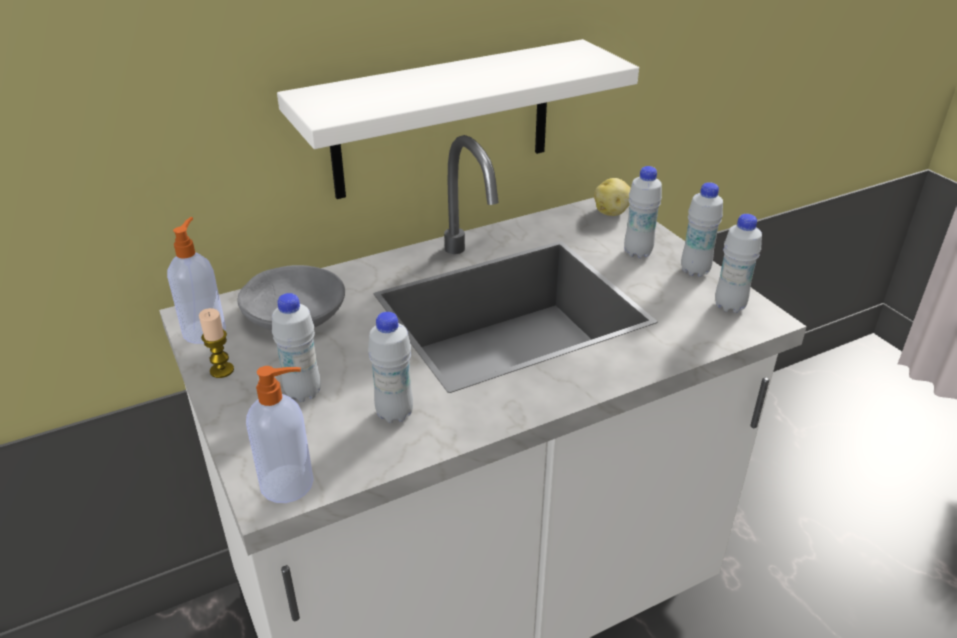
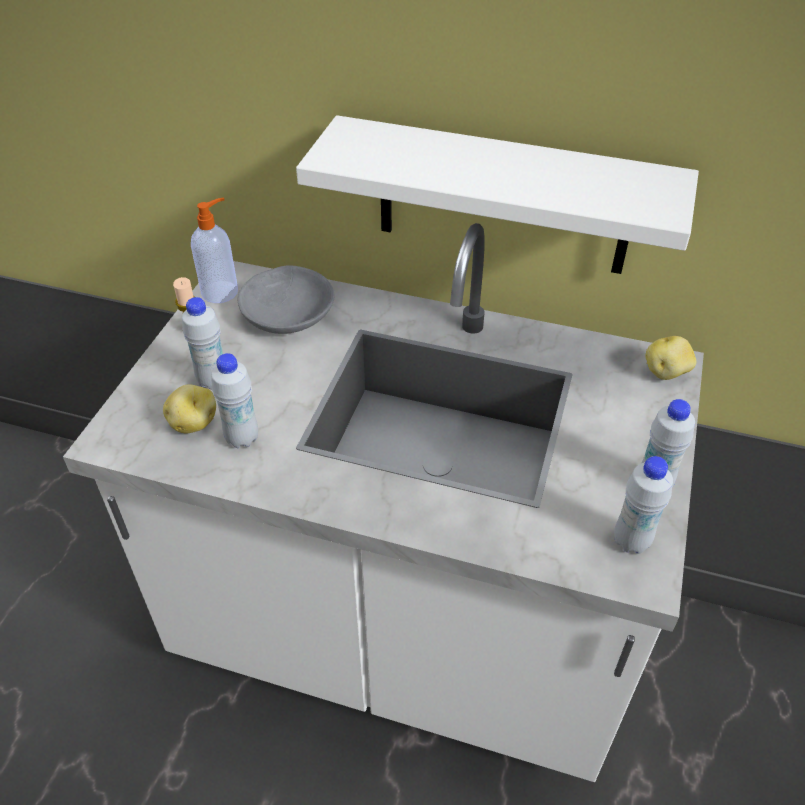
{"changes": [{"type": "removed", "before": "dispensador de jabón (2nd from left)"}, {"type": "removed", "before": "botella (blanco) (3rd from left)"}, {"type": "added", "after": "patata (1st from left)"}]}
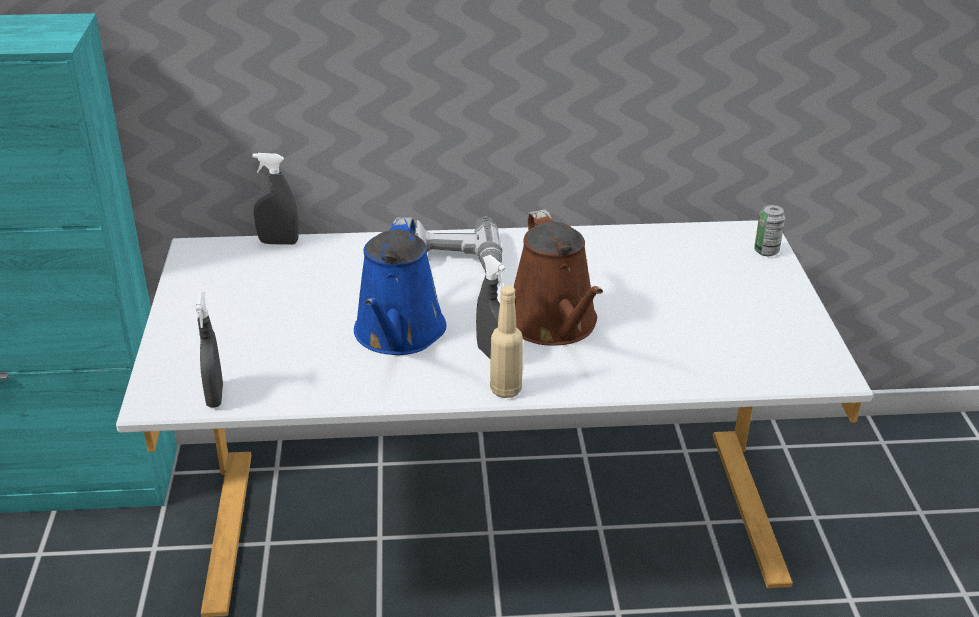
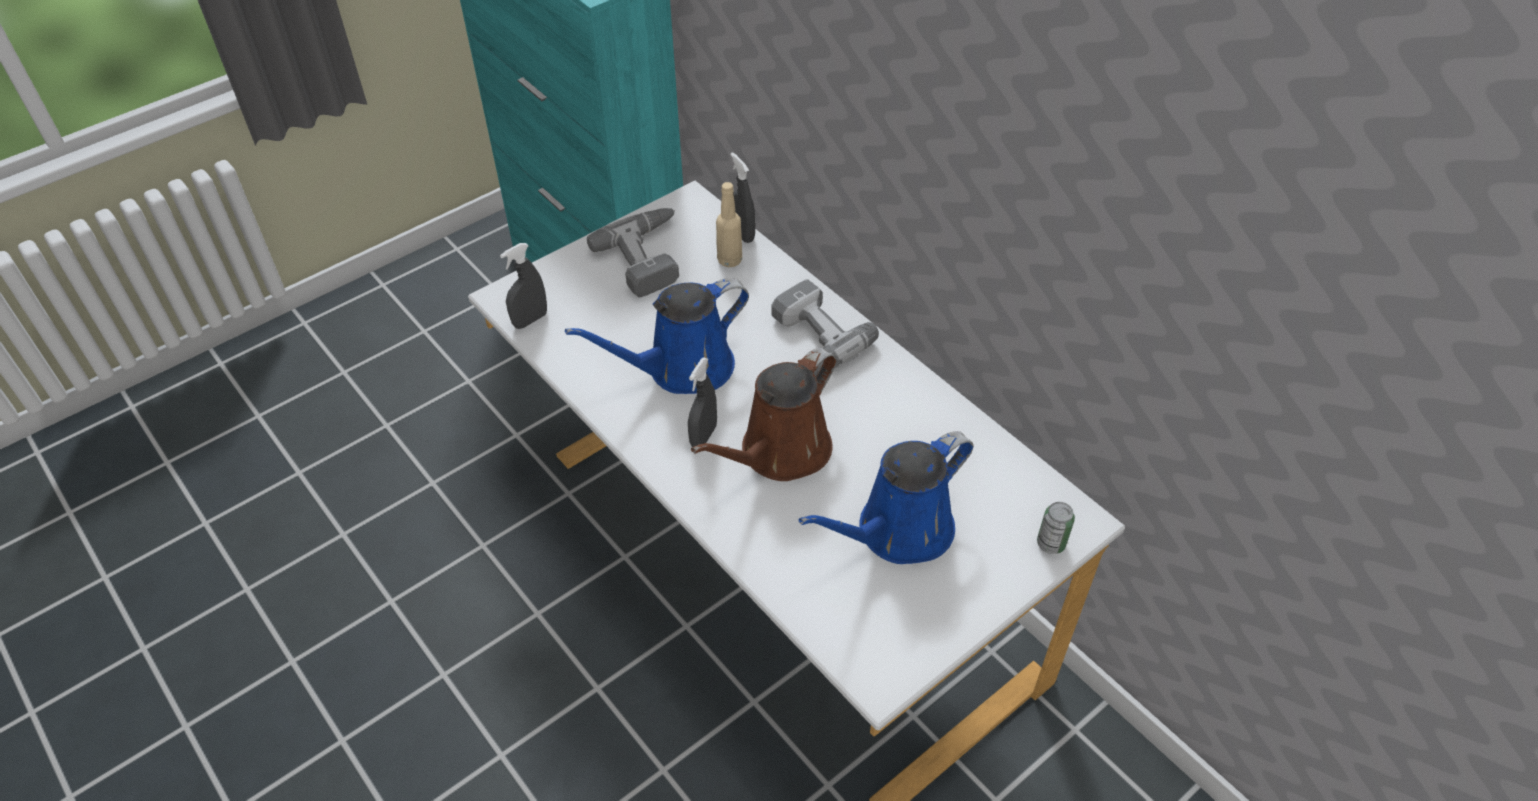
{"changes": [{"type": "moved", "before": "botella (beis)"}, {"type": "added", "after": "taladro (1st from left)"}, {"type": "added", "after": "regadera (azul) (2nd from left)"}]}
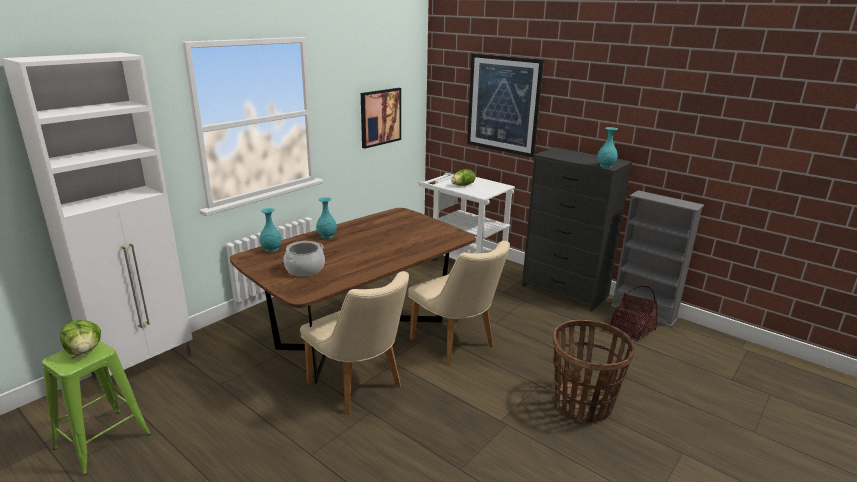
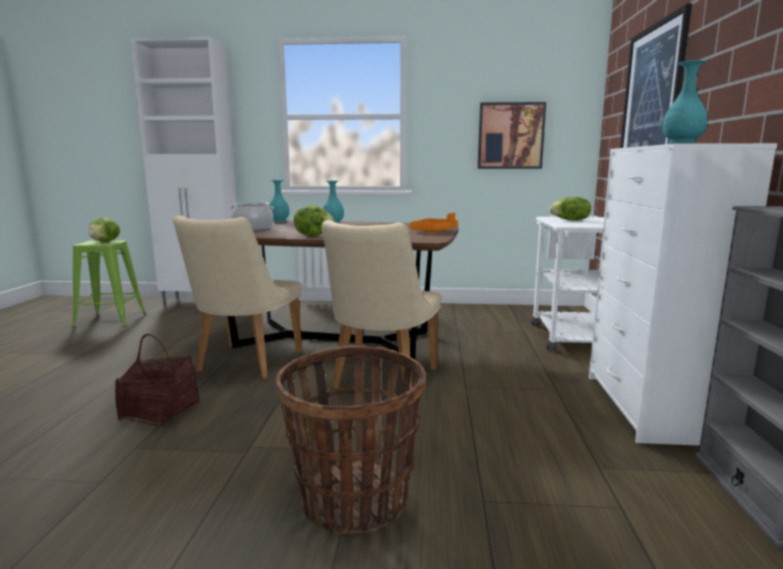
{"changes": [{"type": "recoloured", "before": "cómoda (negro)", "after": "cómoda (blanco)"}, {"type": "moved", "before": "cesta (2nd from left in the first image)", "after": "cesta (1st from left)"}, {"type": "added", "after": "lechuga (2nd from left)"}, {"type": "added", "after": "bandeja (naranja)"}]}
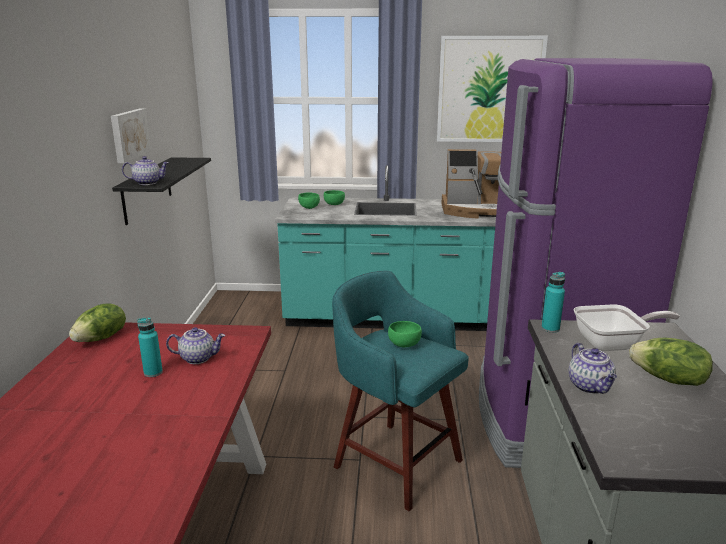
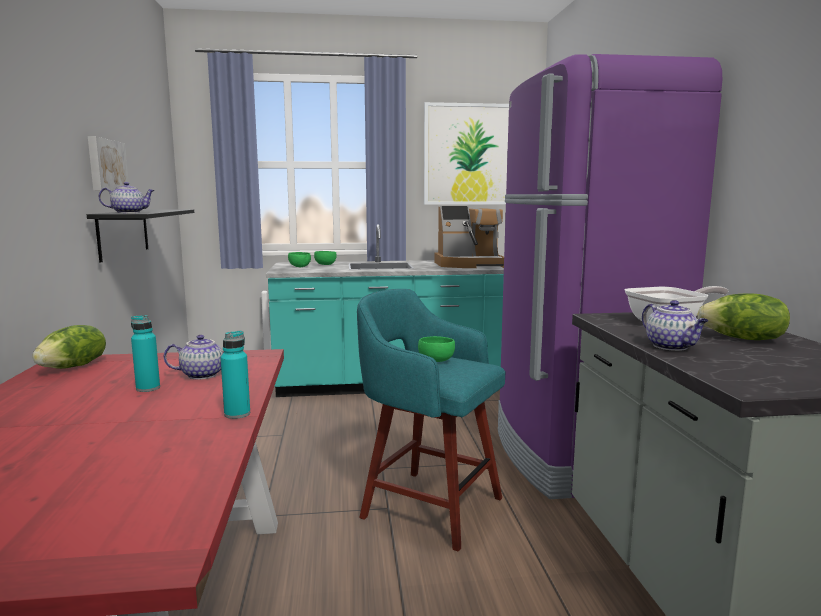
{"changes": [{"type": "moved", "before": "botella (turquesa) (2nd from left)"}]}
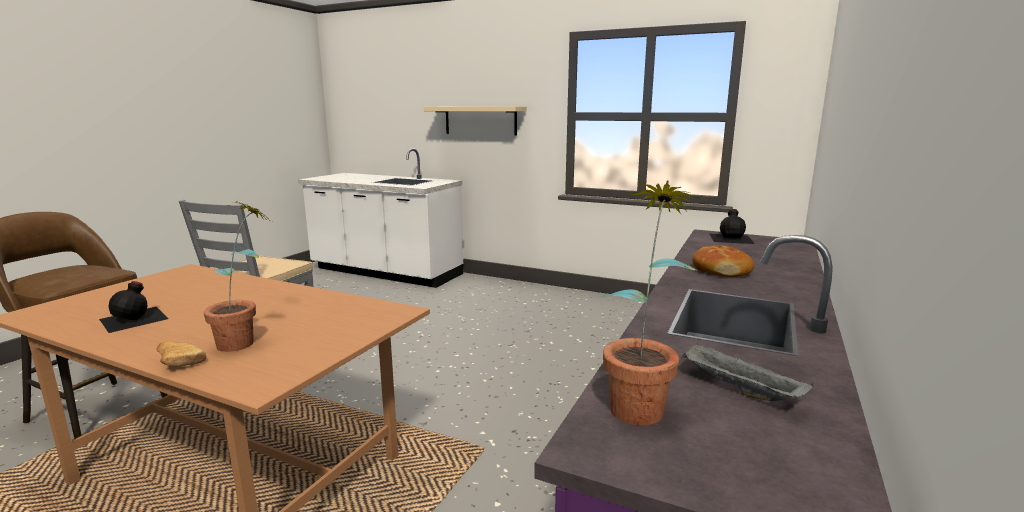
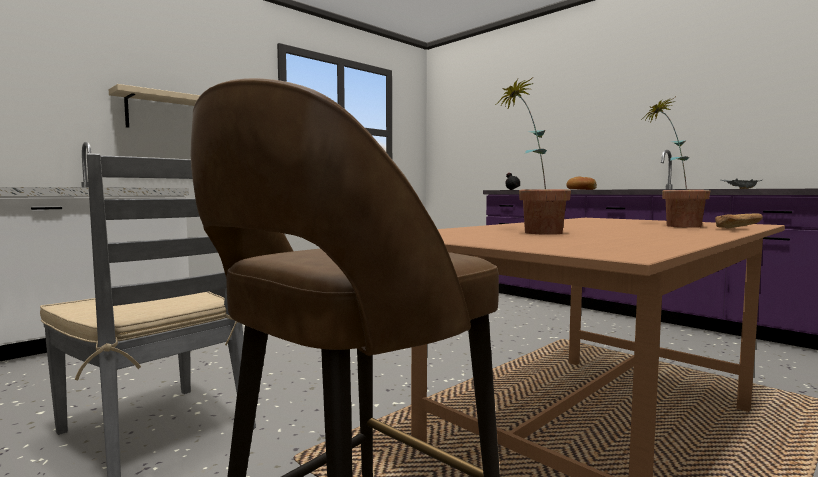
{"changes": [{"type": "removed", "before": "botella (negro) (1st from left)"}, {"type": "moved", "before": "planta en maceta (2nd from left in the first image)", "after": "planta en maceta (1st from left)"}]}
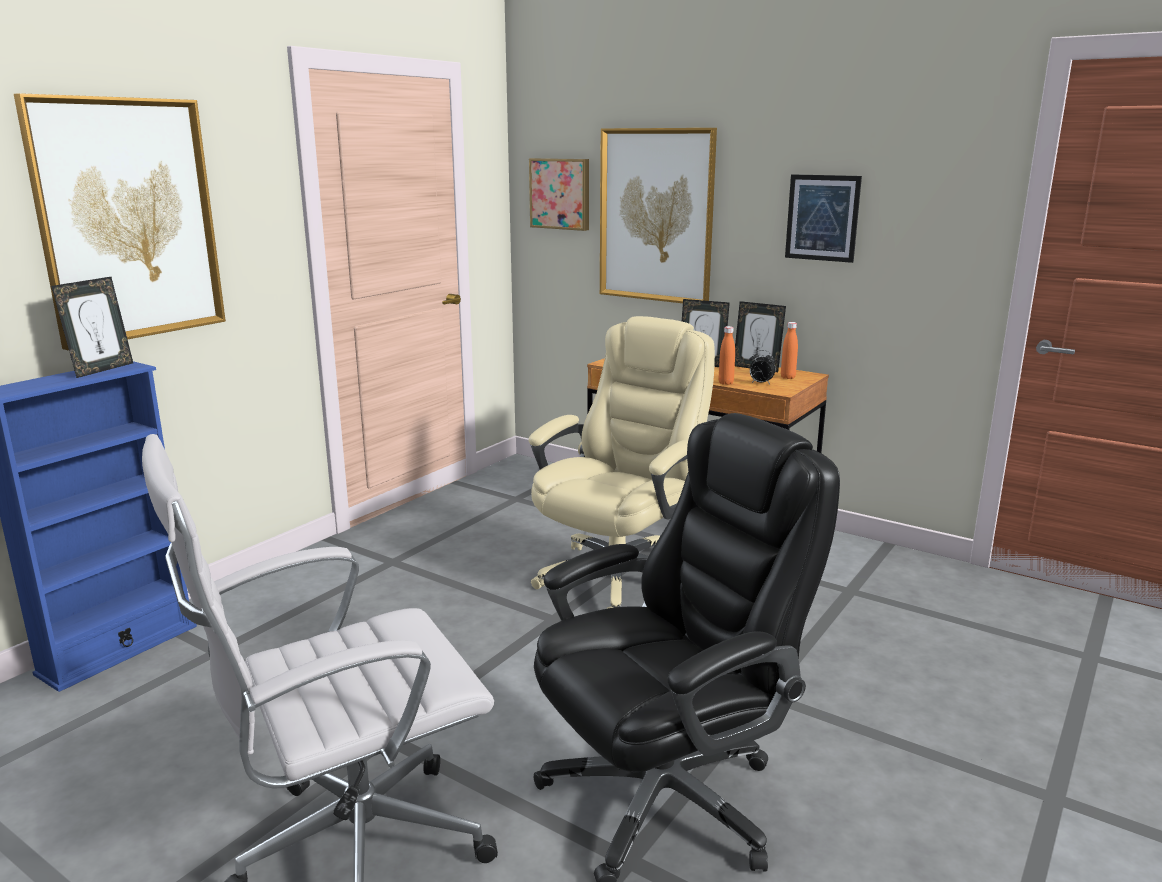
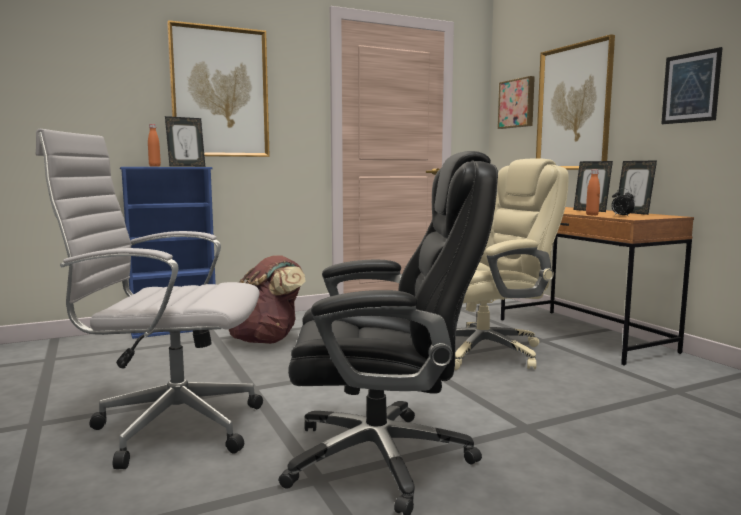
{"changes": [{"type": "moved", "before": "botella (naranja) (2nd from left in the first image)", "after": "botella (naranja) (1st from left)"}, {"type": "added", "after": "mochila (marrón)"}]}
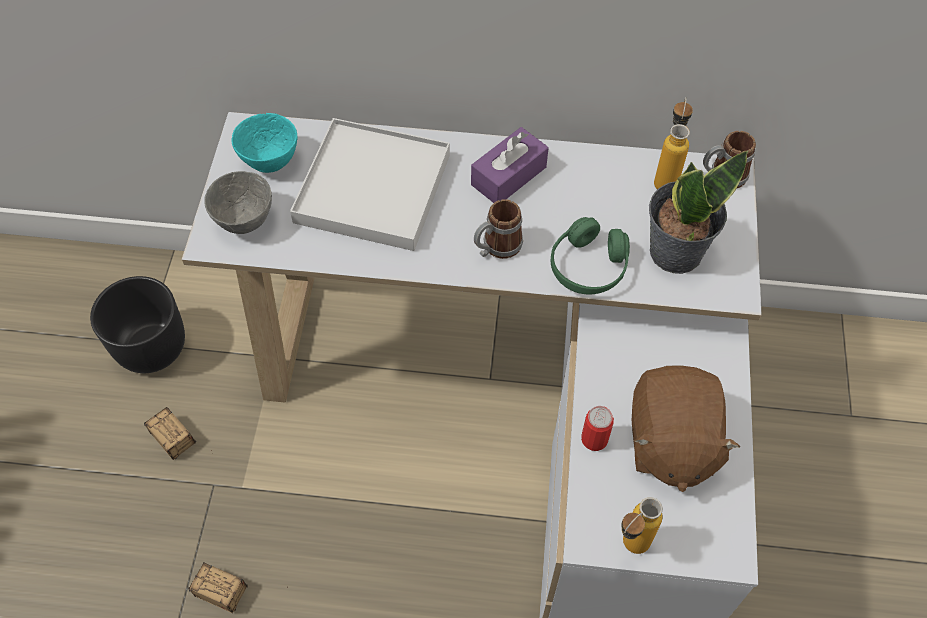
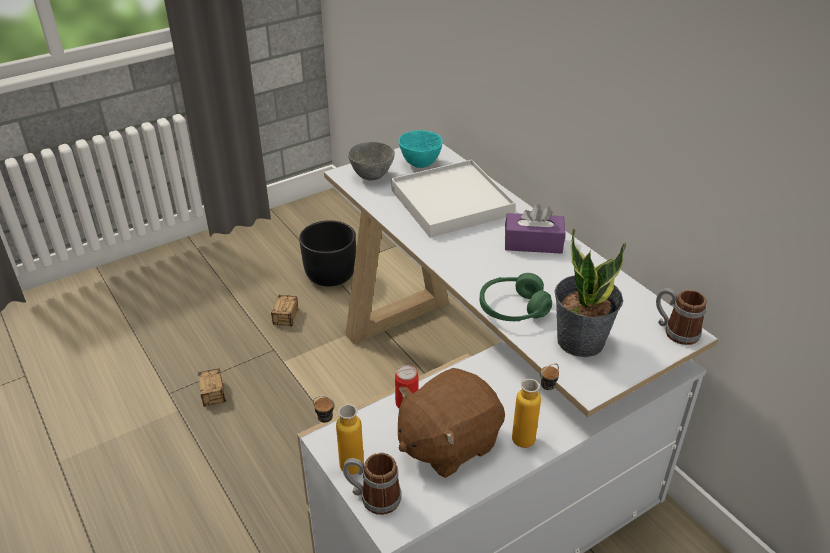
{"changes": [{"type": "moved", "before": "taza grande (1st from left)"}, {"type": "moved", "before": "botella (2nd from left)"}]}
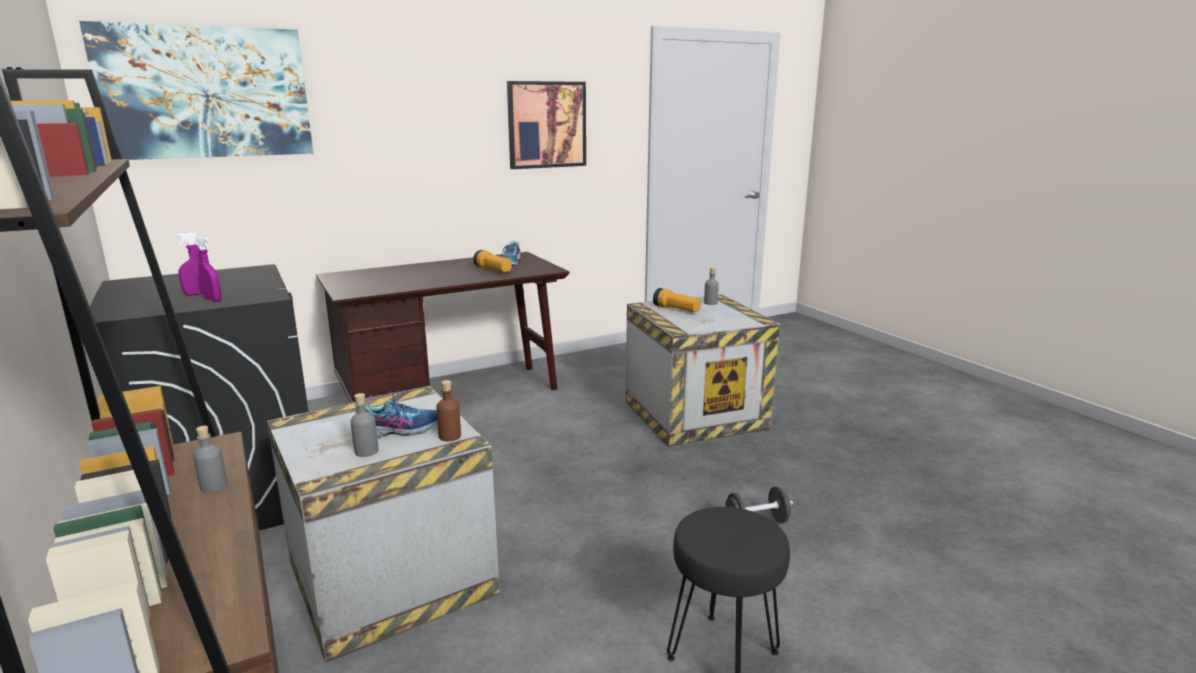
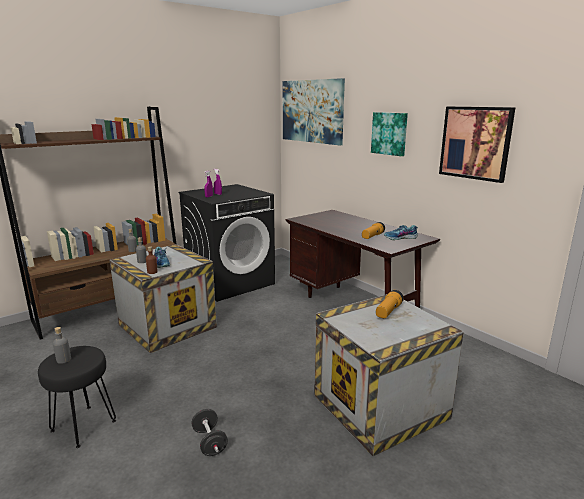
{"changes": [{"type": "moved", "before": "botella (gris) (3rd from left in the first image)", "after": "botella (gris) (1st from left)"}, {"type": "added", "after": "cuadro (2nd from left)"}]}
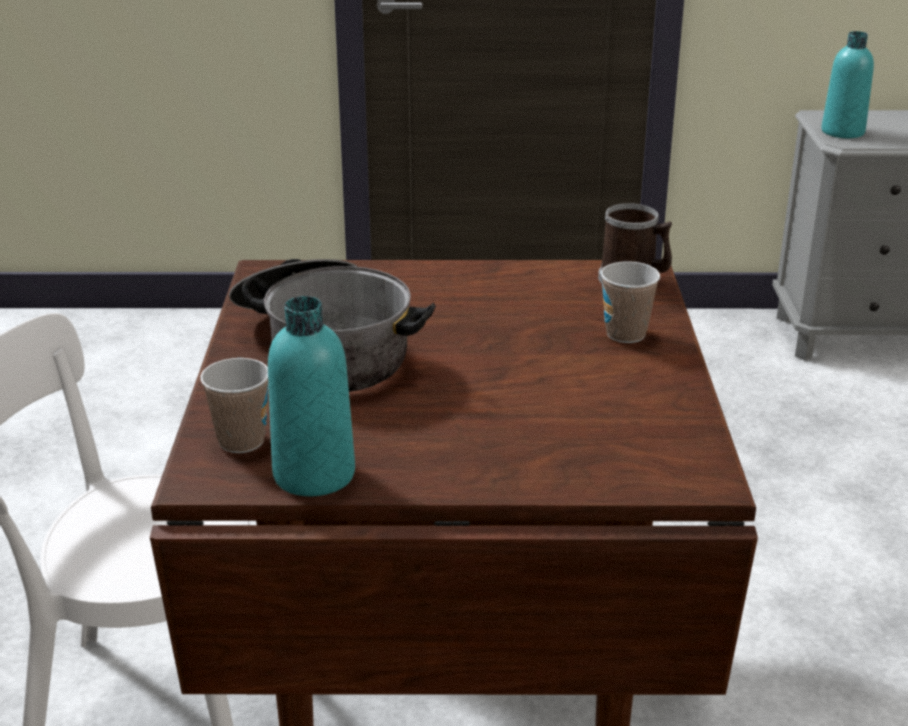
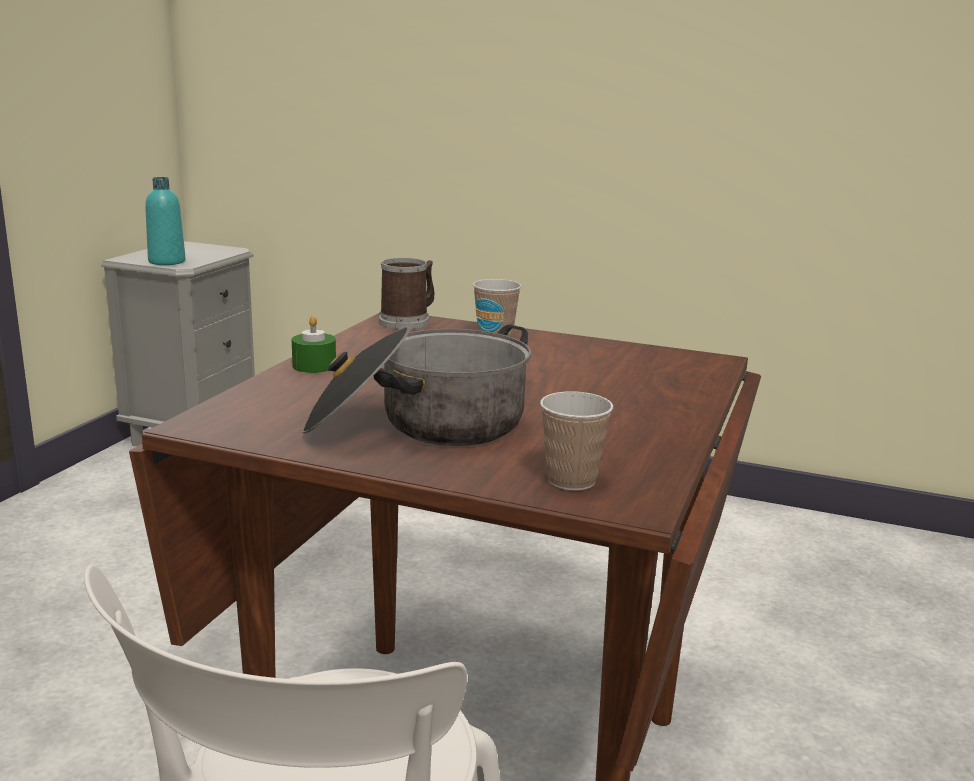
{"changes": [{"type": "removed", "before": "botella (turquesa) (1st from left)"}, {"type": "added", "after": "vela (verde)"}]}
